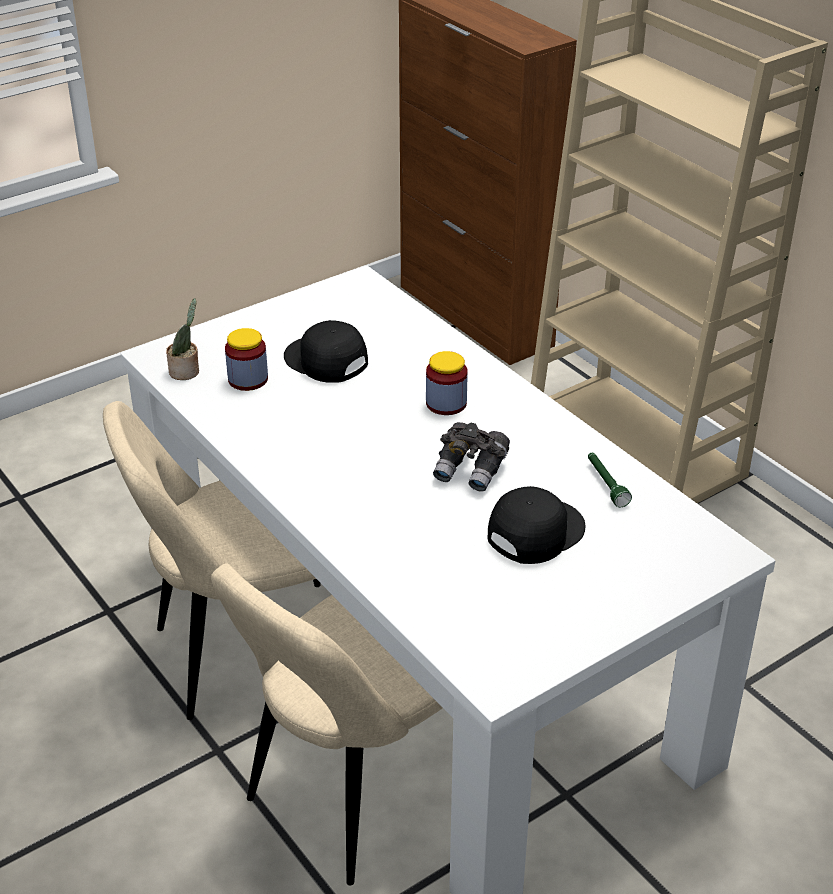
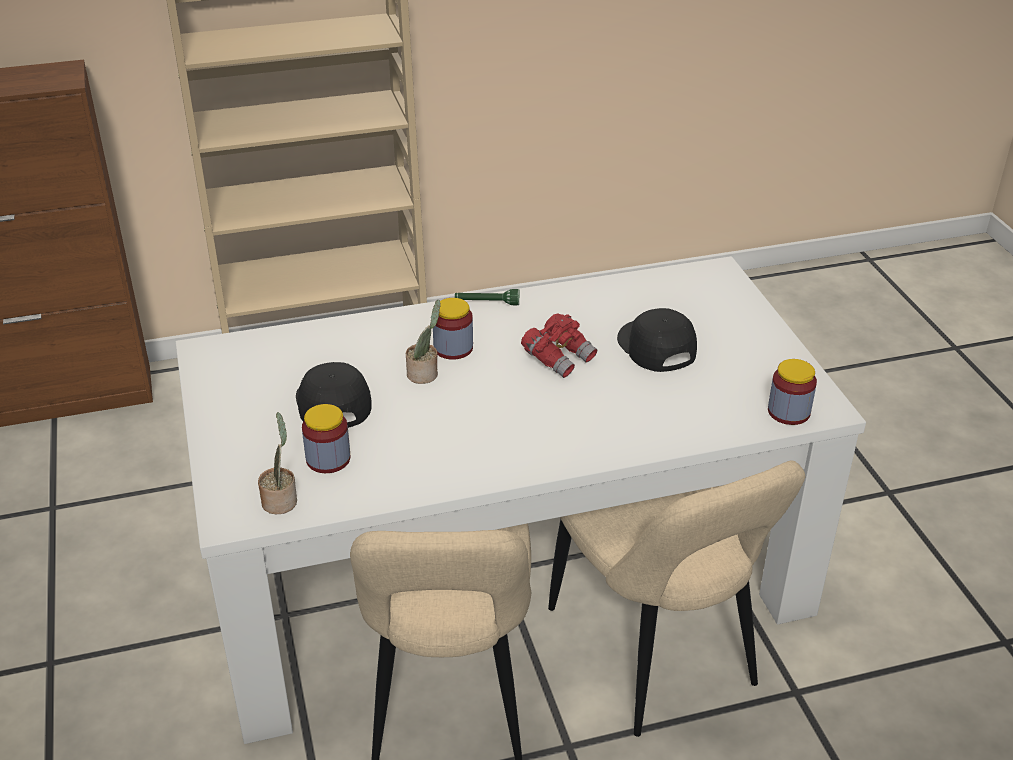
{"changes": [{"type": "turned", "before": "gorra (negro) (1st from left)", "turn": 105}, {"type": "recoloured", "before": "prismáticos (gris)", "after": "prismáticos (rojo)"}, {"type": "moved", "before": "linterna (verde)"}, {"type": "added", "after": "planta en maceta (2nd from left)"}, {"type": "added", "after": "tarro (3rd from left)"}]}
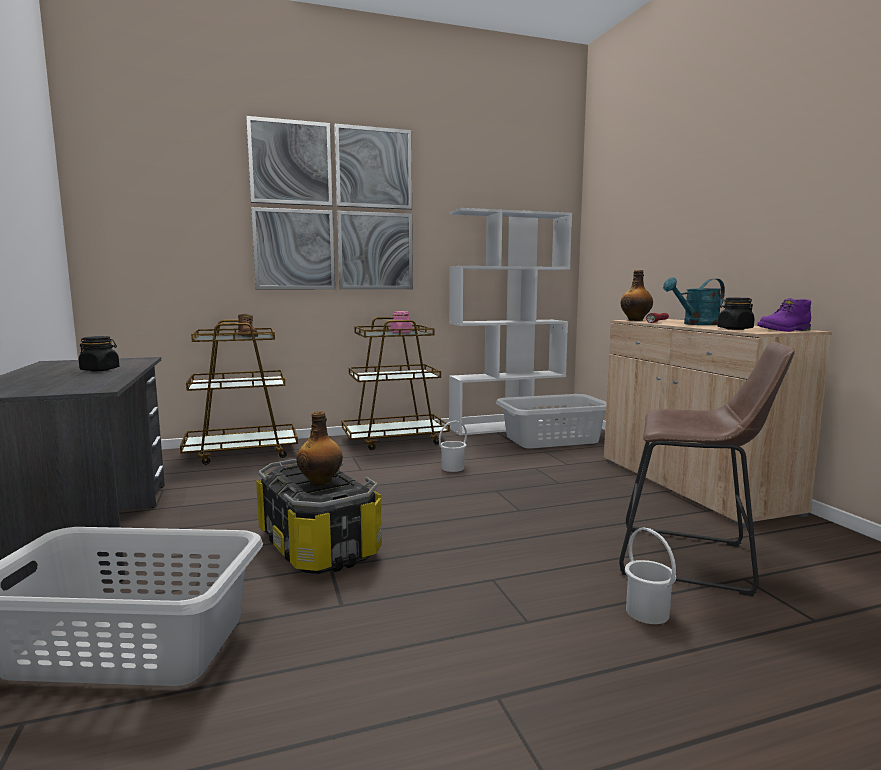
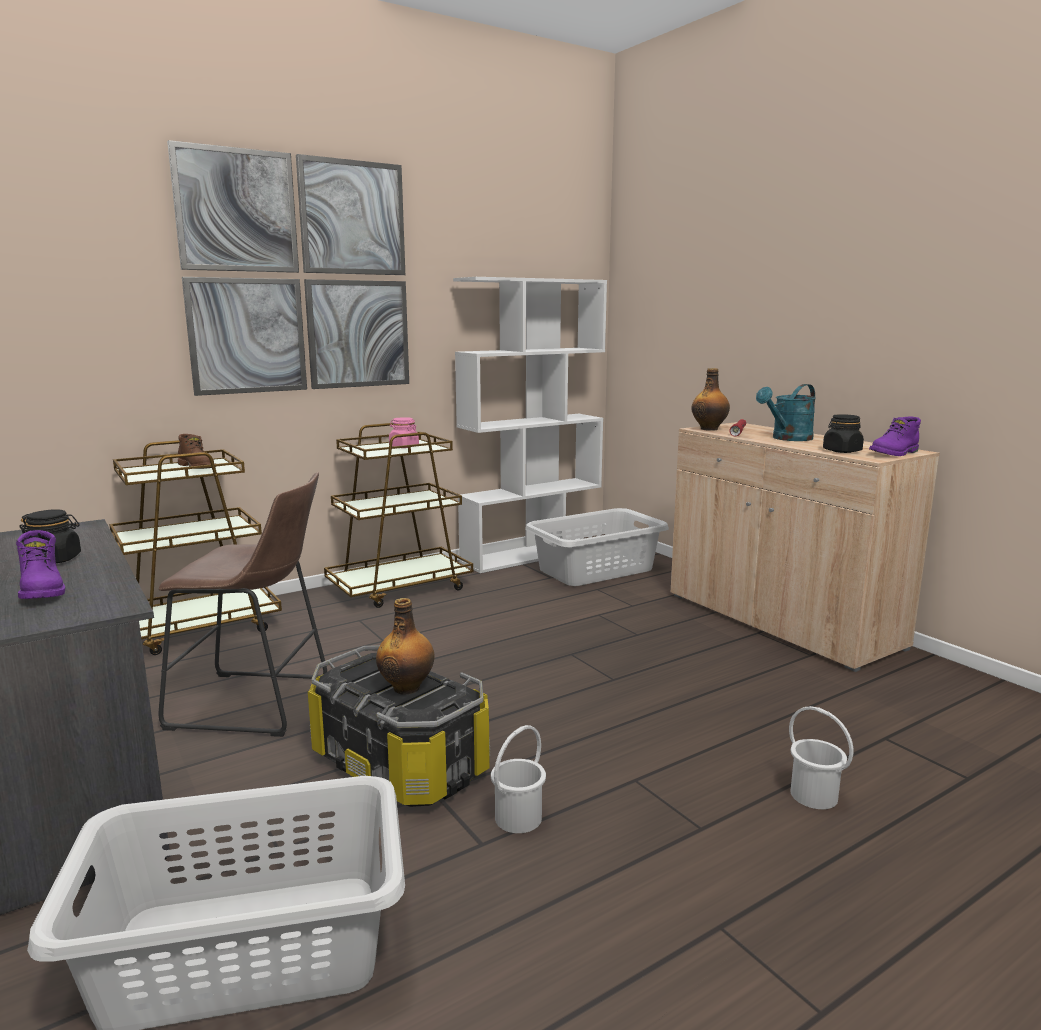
{"changes": [{"type": "moved", "before": "cubo (blanco) (1st from left)"}, {"type": "moved", "before": "taburete (marrón)"}, {"type": "added", "after": "bota (morado) (1st from left)"}]}
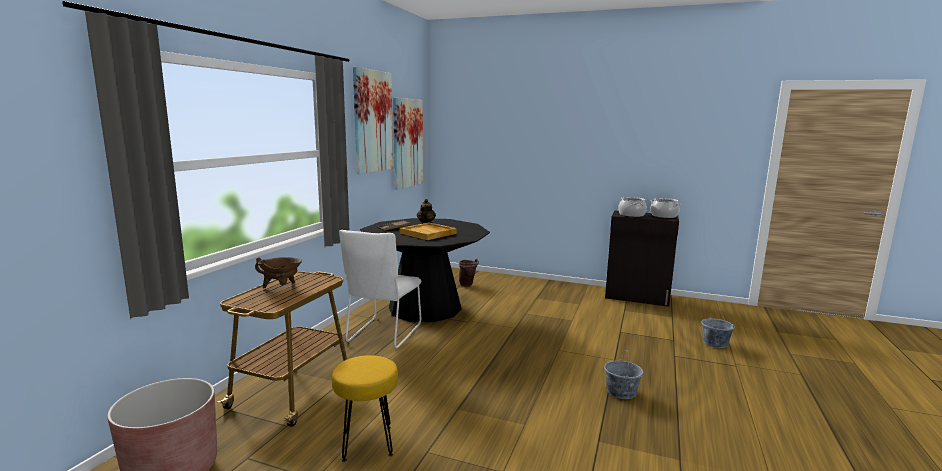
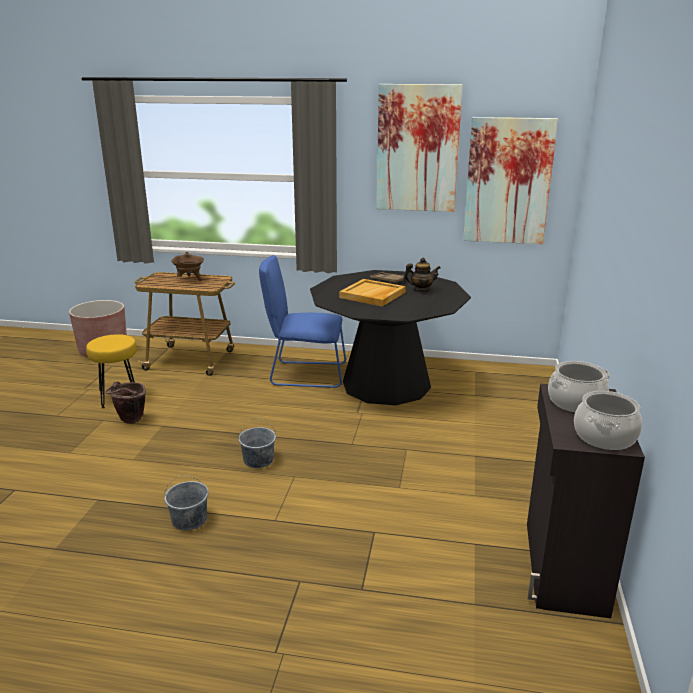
{"changes": [{"type": "recoloured", "before": "silla (blanco)", "after": "silla (azul)"}, {"type": "moved", "before": "cubo (marrón)"}, {"type": "moved", "before": "cubo (gris) (2nd from left)"}]}
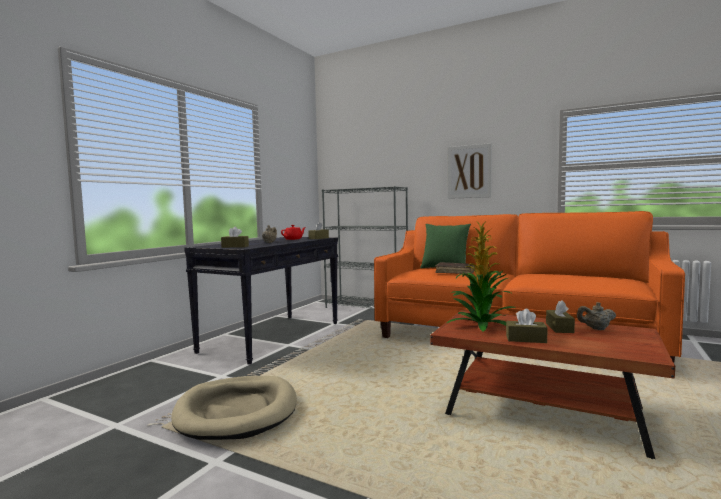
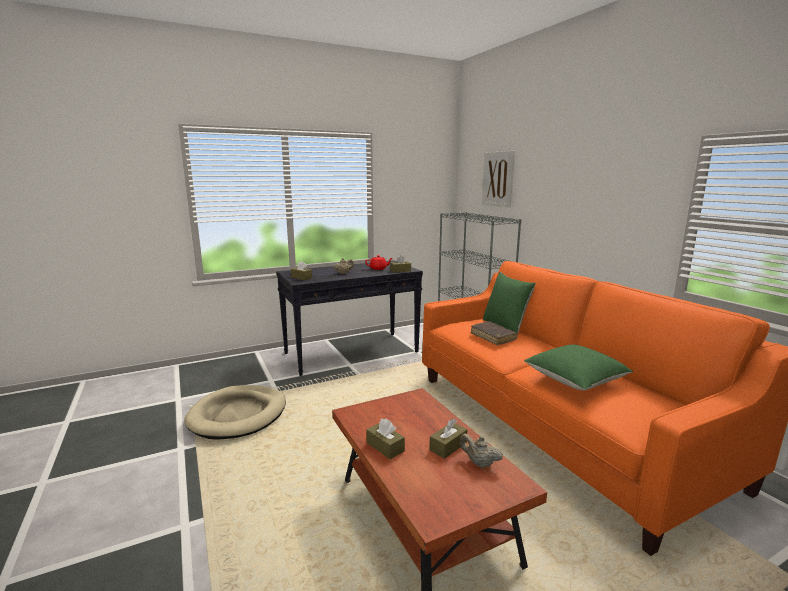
{"changes": [{"type": "removed", "before": "planta en maceta"}, {"type": "moved", "before": "cuadro"}, {"type": "added", "after": "cojín (verde) (2nd from left)"}]}
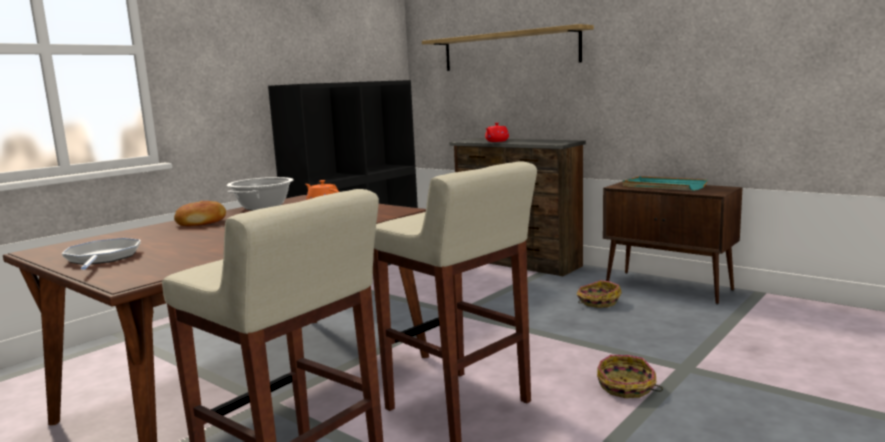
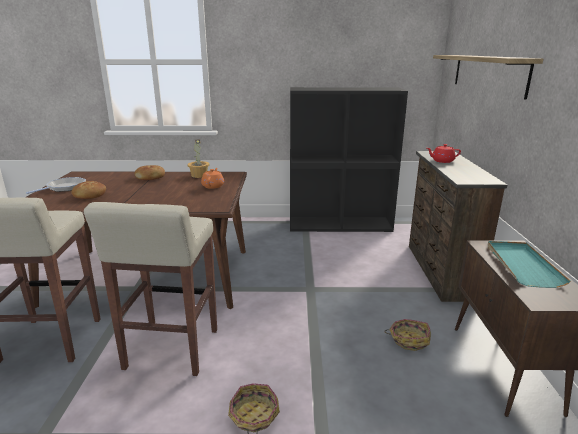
{"changes": [{"type": "replaced", "before": "olla", "after": "planta en maceta"}, {"type": "added", "after": "pan (1st from left)"}]}
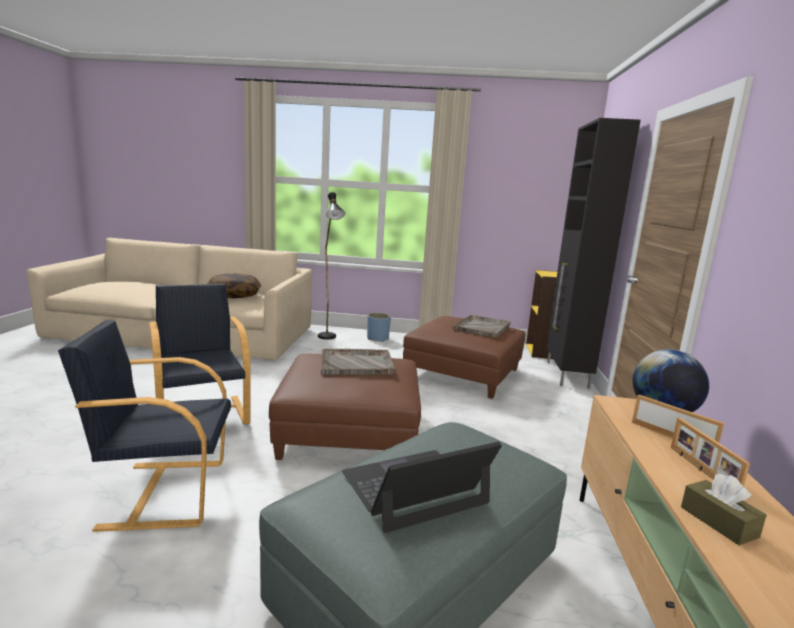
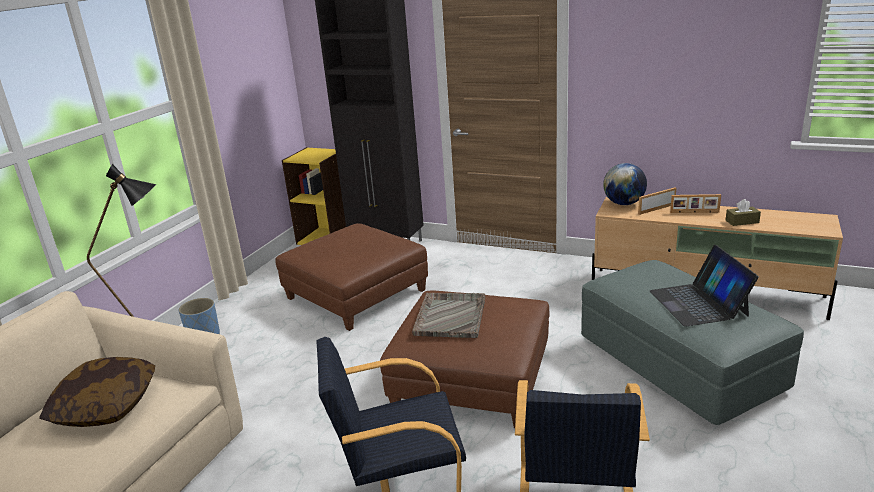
{"changes": [{"type": "removed", "before": "bandeja (gris) (2nd from left)"}]}
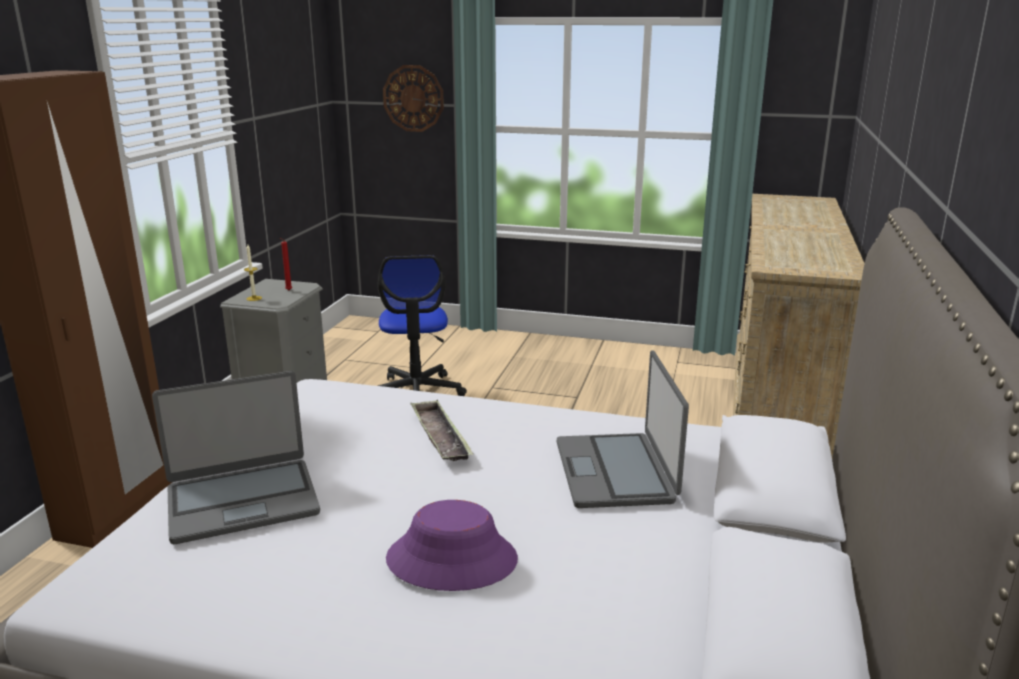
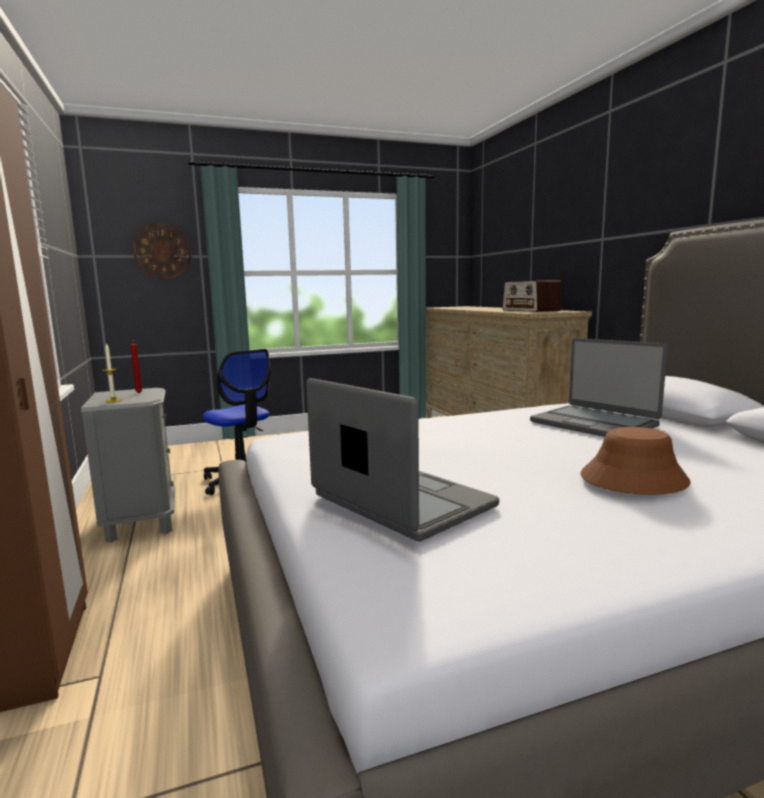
{"changes": [{"type": "turned", "before": "portátil (1st from left)", "turn": -75}, {"type": "recoloured", "before": "sombrero (morado)", "after": "sombrero (marrón)"}, {"type": "removed", "before": "bandeja"}, {"type": "added", "after": "radio"}]}
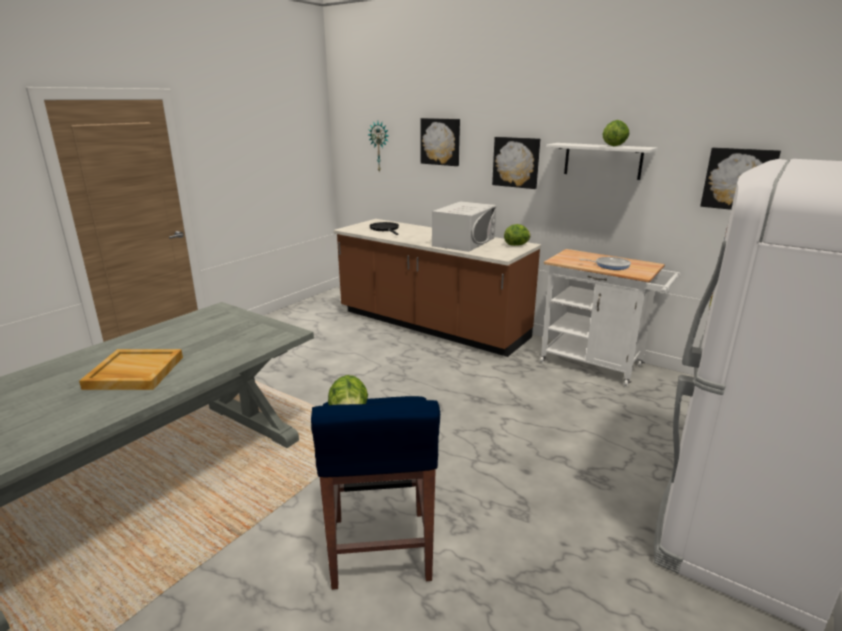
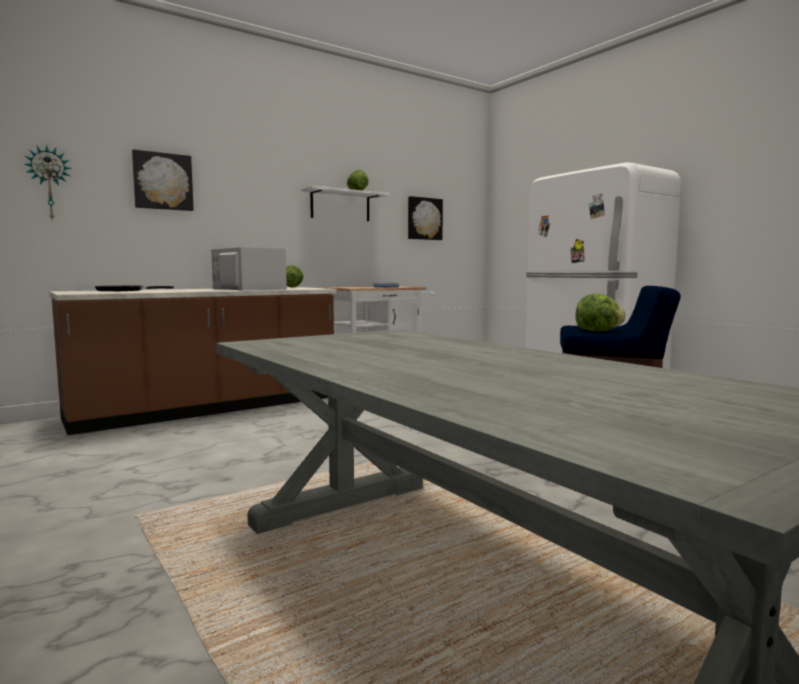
{"changes": [{"type": "removed", "before": "bandeja (beis)"}, {"type": "removed", "before": "cuadro (2nd from left)"}]}
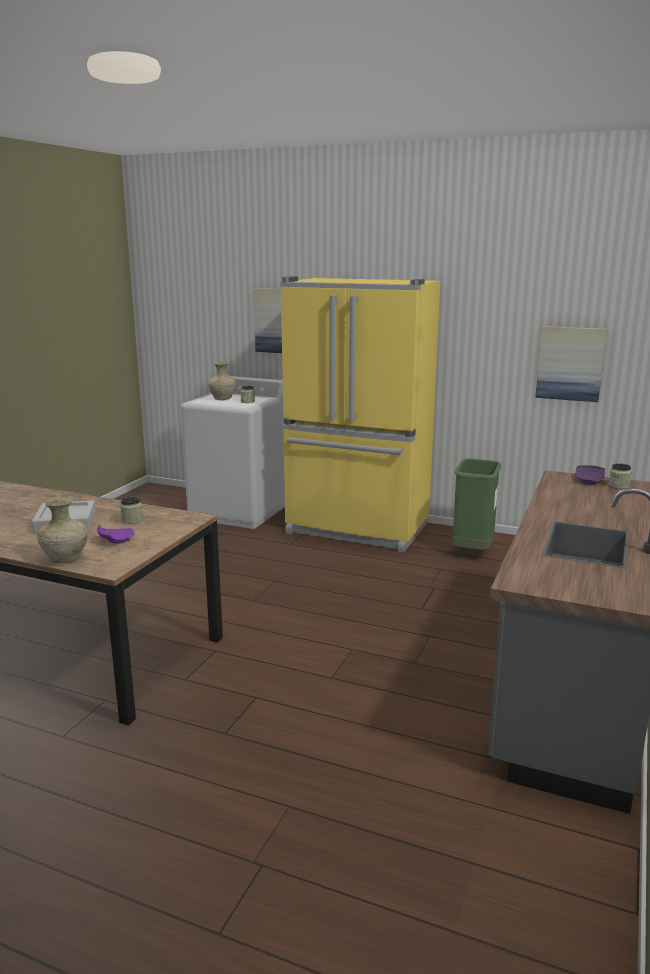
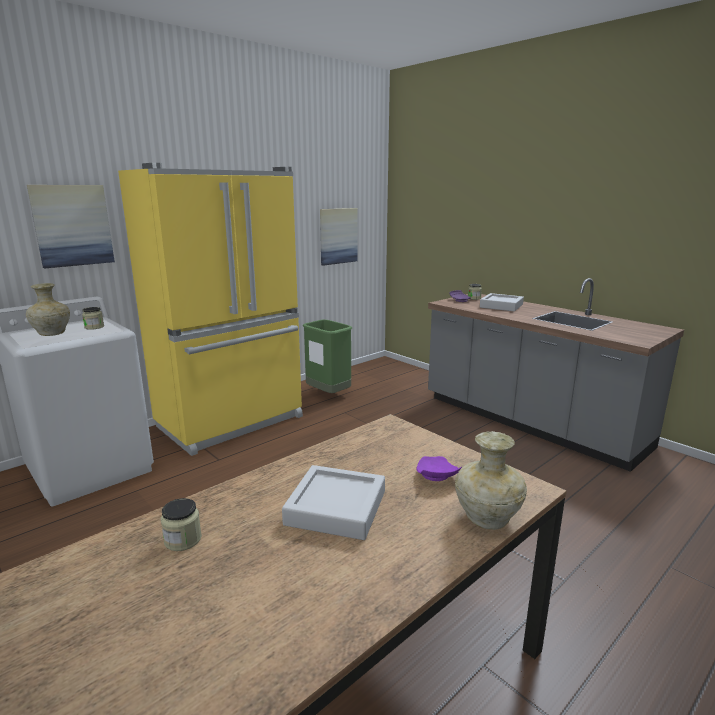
{"changes": [{"type": "moved", "before": "tarro (1st from left in the first image)", "after": "tarro (2nd from left)"}, {"type": "added", "after": "bandeja (gris) (2nd from left)"}]}
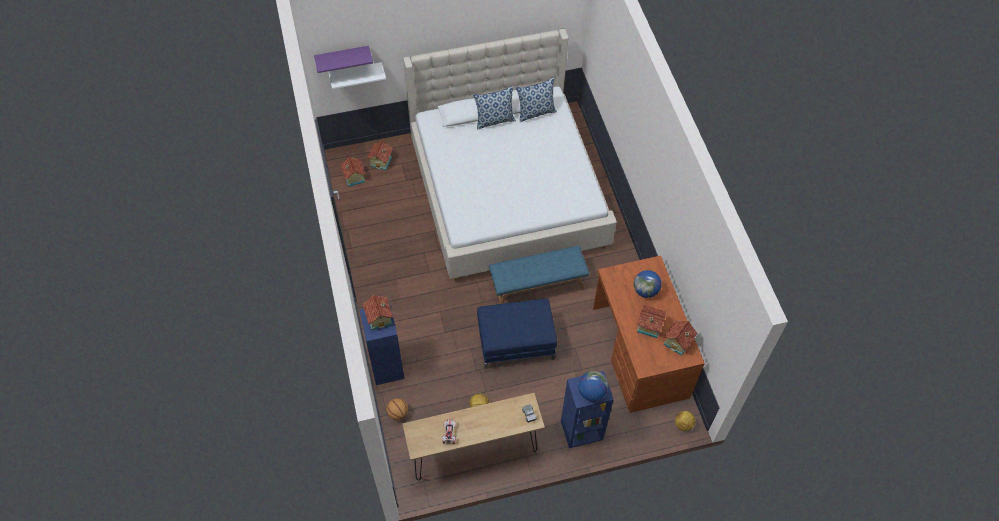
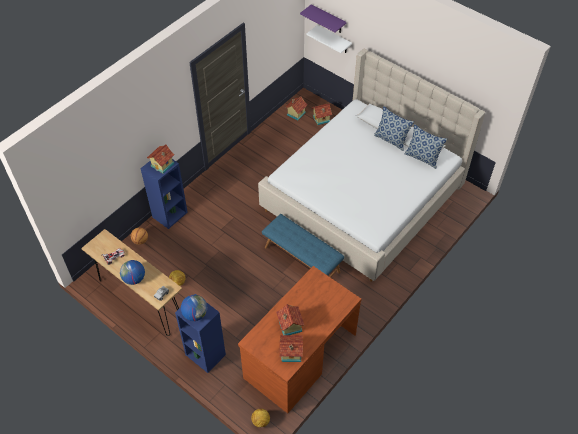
{"changes": [{"type": "removed", "before": "puf (azul)"}, {"type": "moved", "before": "globo terráqueo (2nd from left in the first image)", "after": "globo terráqueo (1st from left)"}]}
